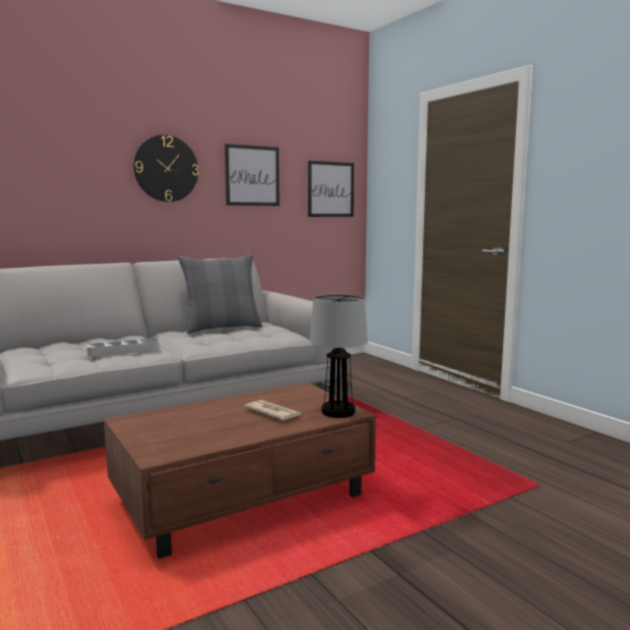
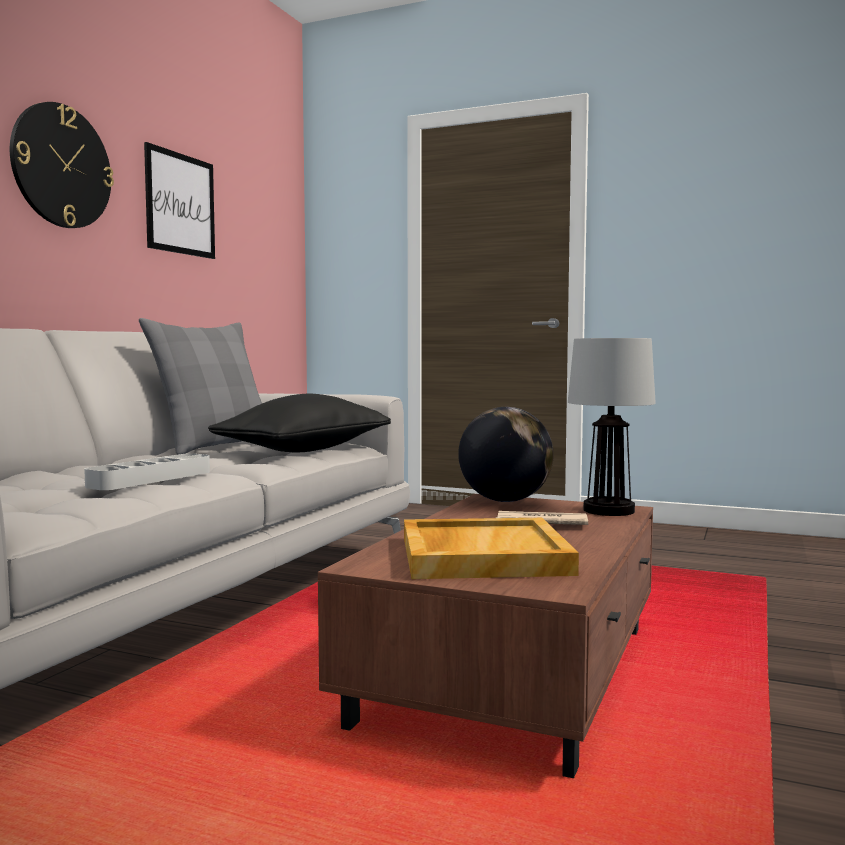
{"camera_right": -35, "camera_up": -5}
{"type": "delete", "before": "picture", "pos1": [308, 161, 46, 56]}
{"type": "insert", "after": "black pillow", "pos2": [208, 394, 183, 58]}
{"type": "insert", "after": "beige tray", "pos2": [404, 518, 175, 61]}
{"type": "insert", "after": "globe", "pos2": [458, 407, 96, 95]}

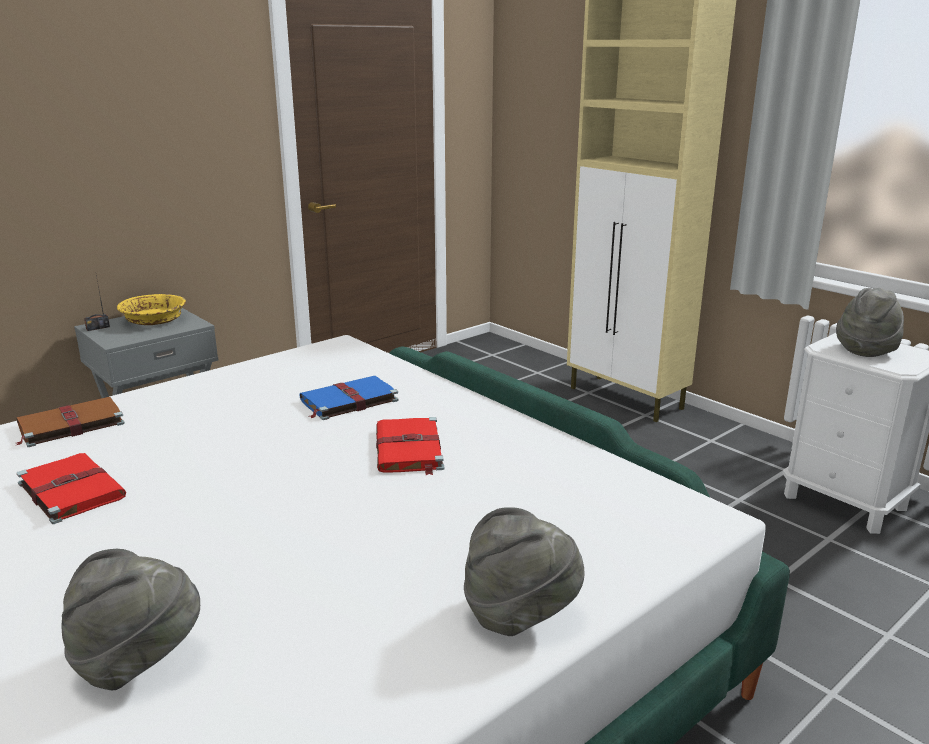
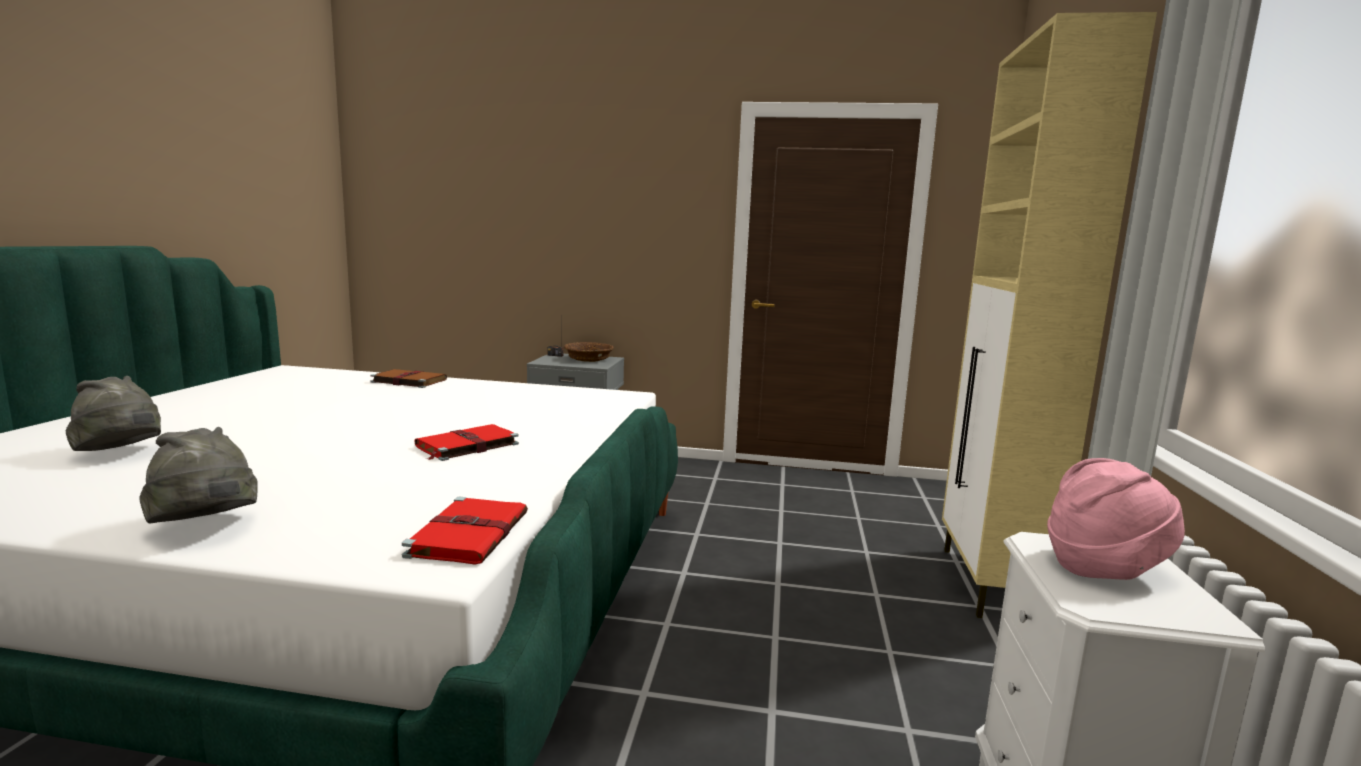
{"camera_right": 50, "camera_up": -10}
{"type": "delete", "before": "blue book", "pos1": [299, 376, 100, 44]}
{"type": "move", "before": "red book", "pos1": [17, 453, 109, 71], "pos2": [402, 496, 126, 69]}
{"type": "recolor", "before": "yellow bowl", "after": "brown bowl", "pos1": [117, 294, 69, 31], "pos2": [564, 342, 50, 20]}
{"type": "recolor", "before": "grey hat", "after": "pink hat", "pos1": [836, 288, 68, 69], "pos2": [1047, 458, 138, 122]}

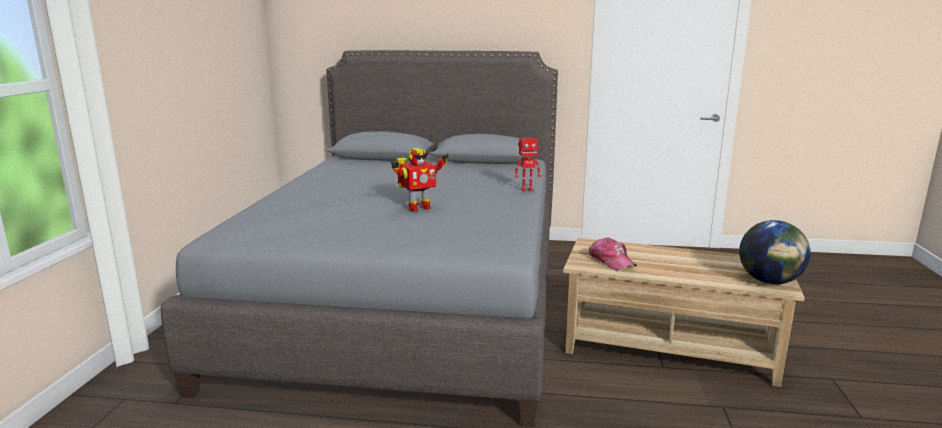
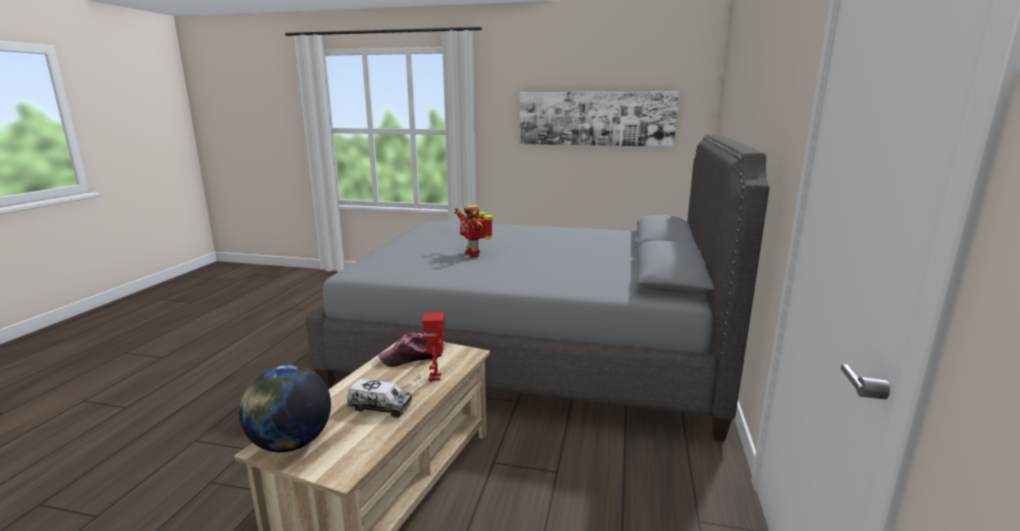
{"camera_right": 95, "camera_up": 0}
{"type": "insert", "after": "toy truck", "pos2": [347, 379, 65, 39]}
{"type": "insert", "after": "picture", "pos2": [520, 92, 159, 55]}
{"type": "move", "before": "toy robot", "pos1": [514, 138, 28, 54], "pos2": [422, 312, 23, 69]}

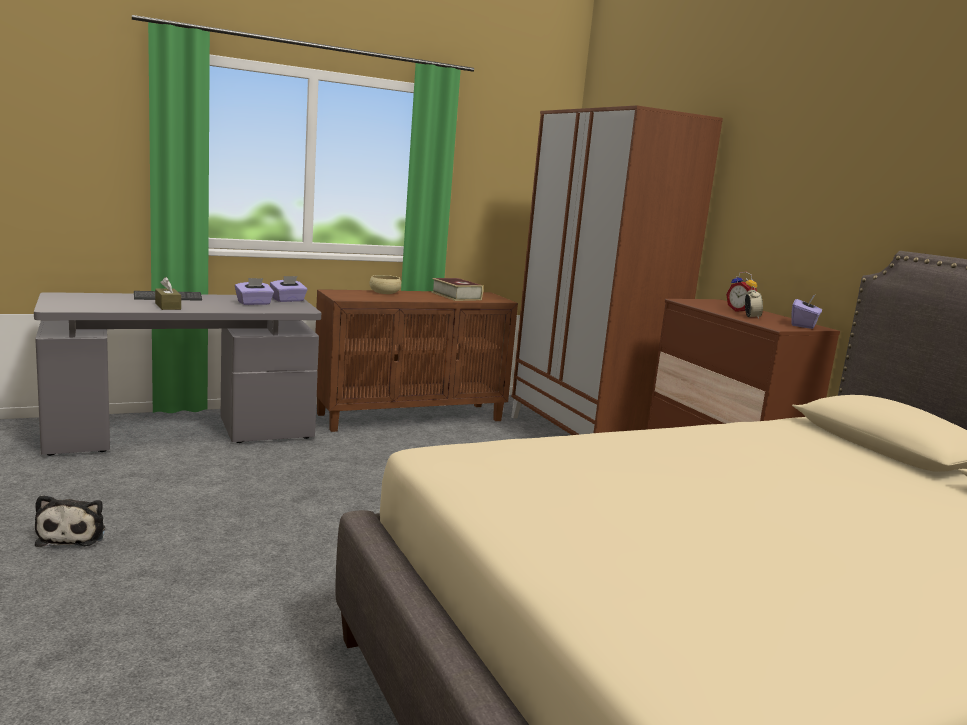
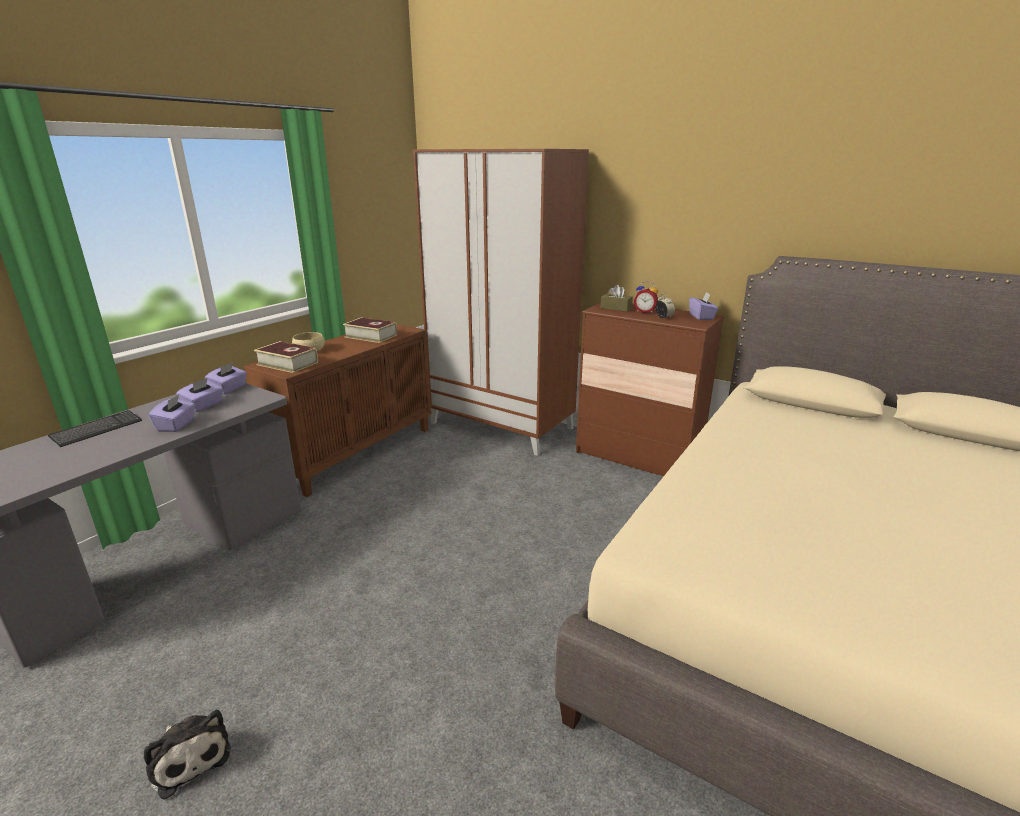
{"camera_right": -30, "camera_up": 10}
{"type": "insert", "after": "purple tissue box", "pos2": [149, 395, 46, 37]}
{"type": "insert", "after": "book", "pos2": [254, 341, 64, 32]}
{"type": "move", "before": "brown tissue box", "pos1": [155, 277, 26, 33], "pos2": [601, 285, 32, 27]}

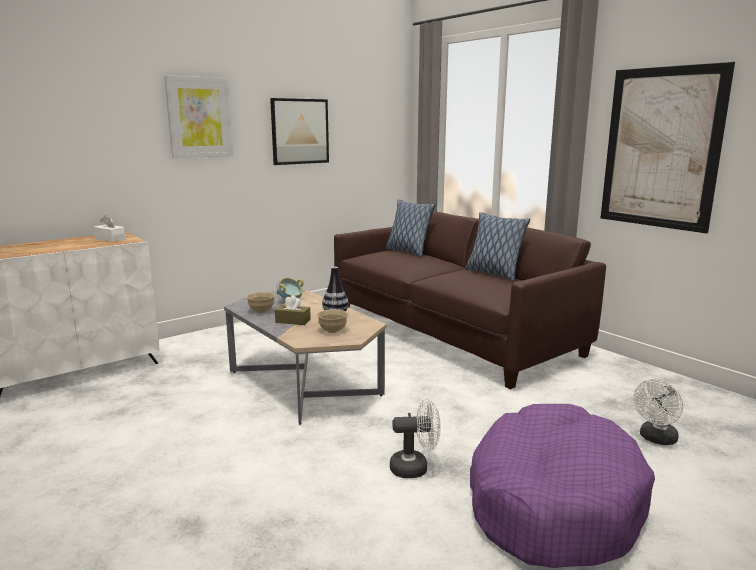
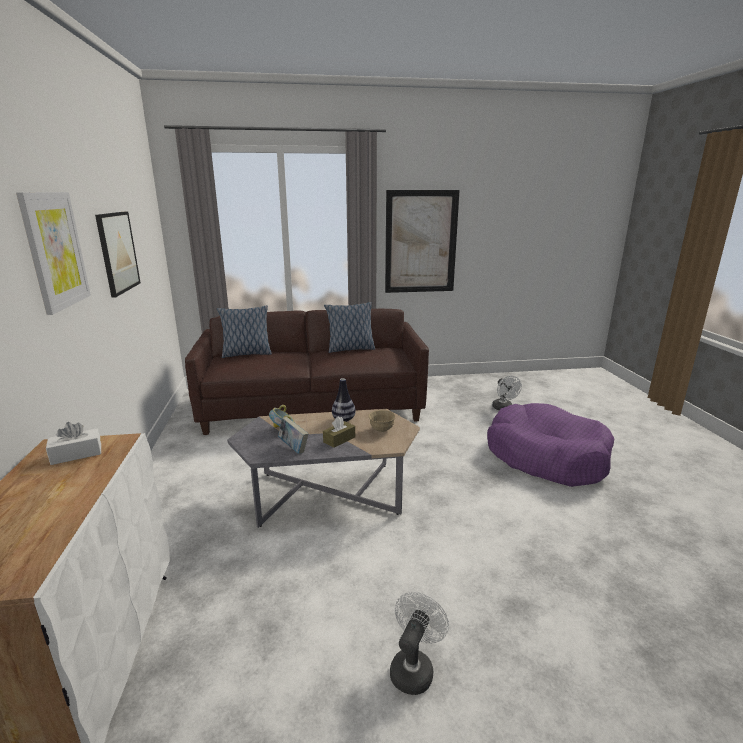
{"camera_right": -60, "camera_up": 5}
{"type": "move", "before": "white fan", "pos1": [390, 398, 51, 80], "pos2": [390, 592, 59, 103]}
{"type": "replace", "before": "beige bowl", "after": "book", "pos1": [246, 292, 29, 21], "pos2": [278, 417, 30, 37]}

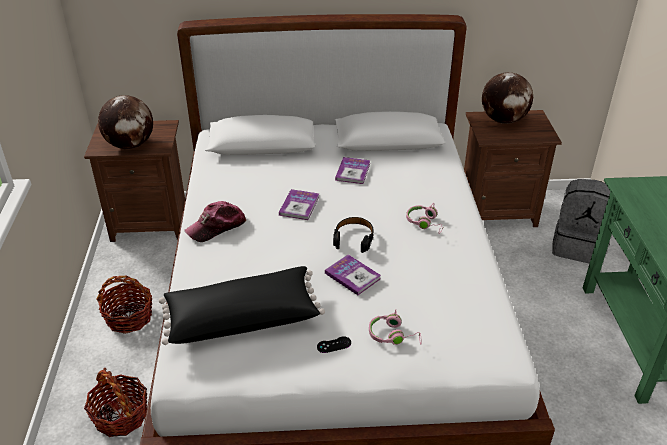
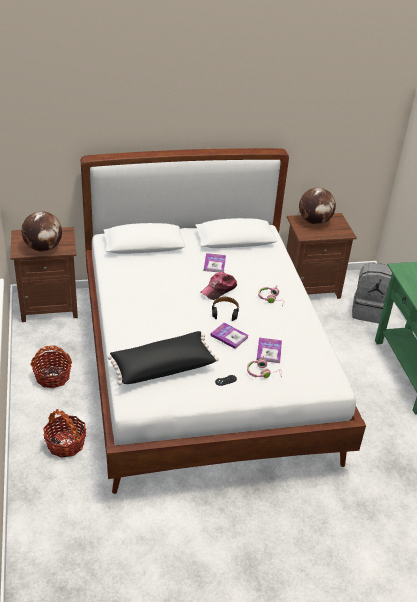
{"camera_right": -10, "camera_up": 0}
{"type": "move", "before": "cap", "pos1": [184, 201, 62, 41], "pos2": [200, 272, 37, 28]}
{"type": "move", "before": "book", "pos1": [279, 189, 40, 31], "pos2": [257, 338, 25, 25]}

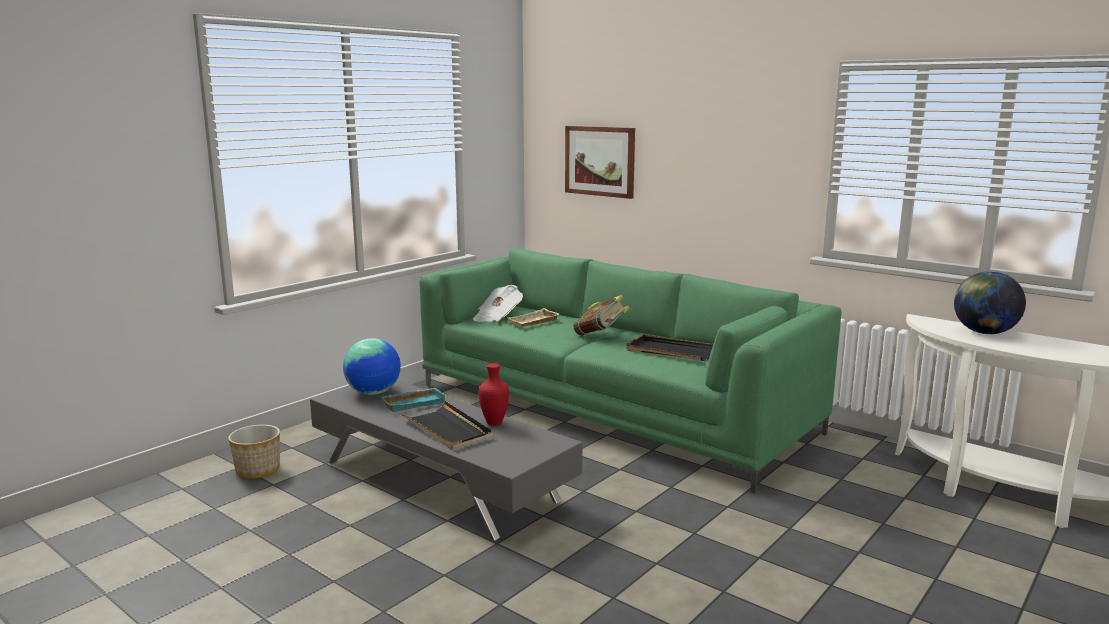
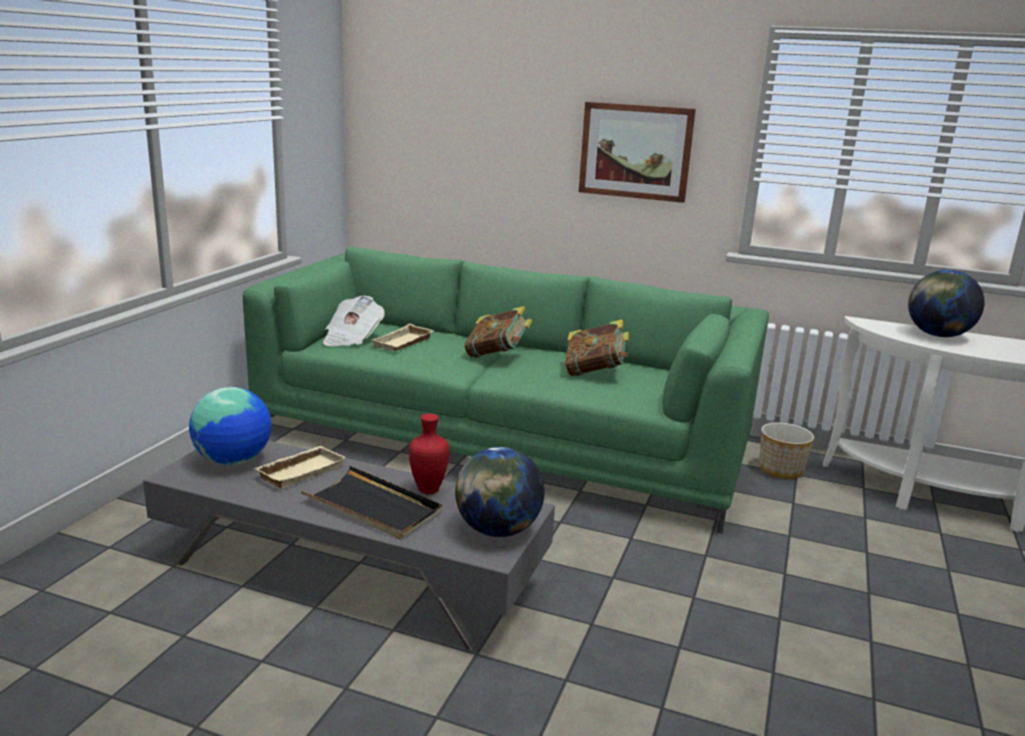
{"camera_right": -20, "camera_up": 5}
{"type": "insert", "after": "globe", "pos2": [455, 447, 90, 90]}
{"type": "move", "before": "planter", "pos1": [228, 425, 52, 54], "pos2": [759, 422, 55, 57]}
{"type": "move", "before": "picture", "pos1": [565, 126, 70, 73], "pos2": [579, 102, 117, 101]}
{"type": "replace", "before": "black tray", "after": "book", "pos1": [626, 335, 87, 26], "pos2": [565, 319, 64, 57]}
{"type": "recolor", "before": "turquoise tray", "after": "beige tray", "pos1": [380, 388, 66, 24], "pos2": [255, 446, 91, 43]}

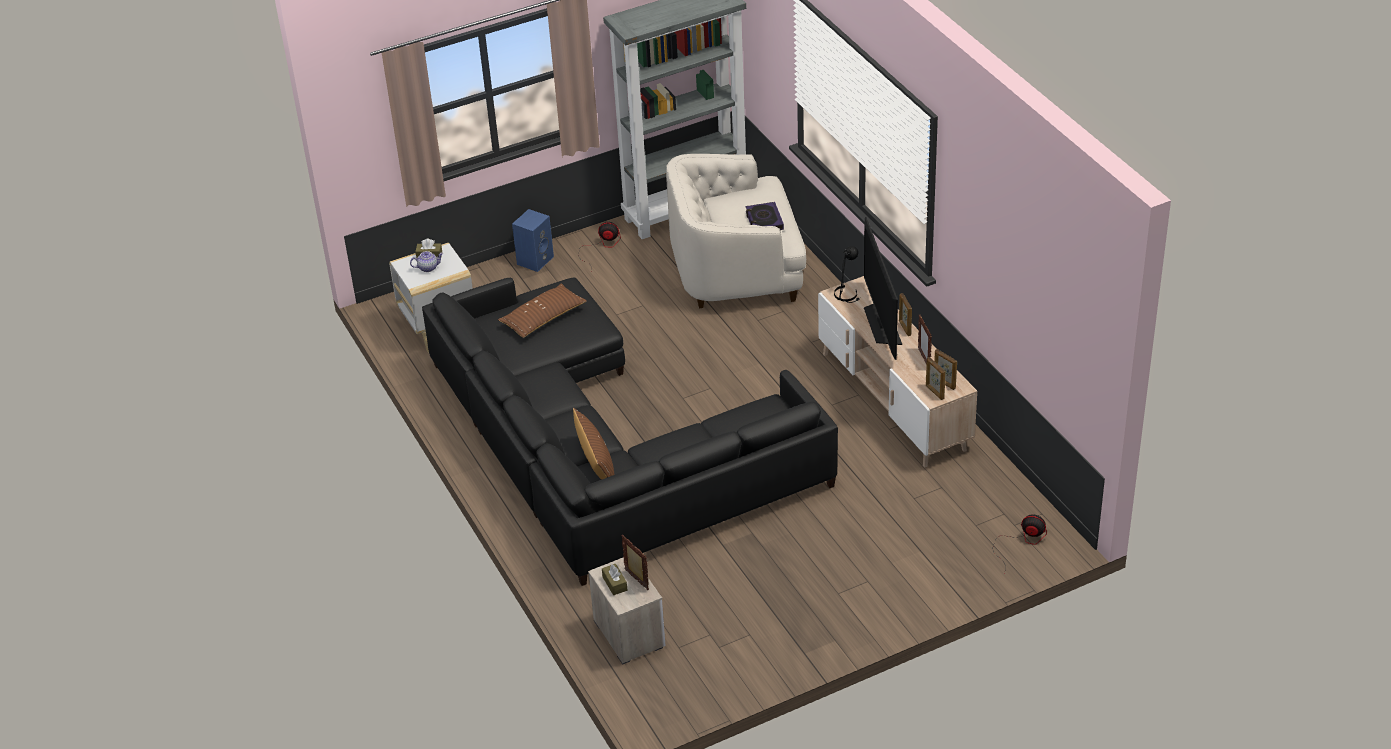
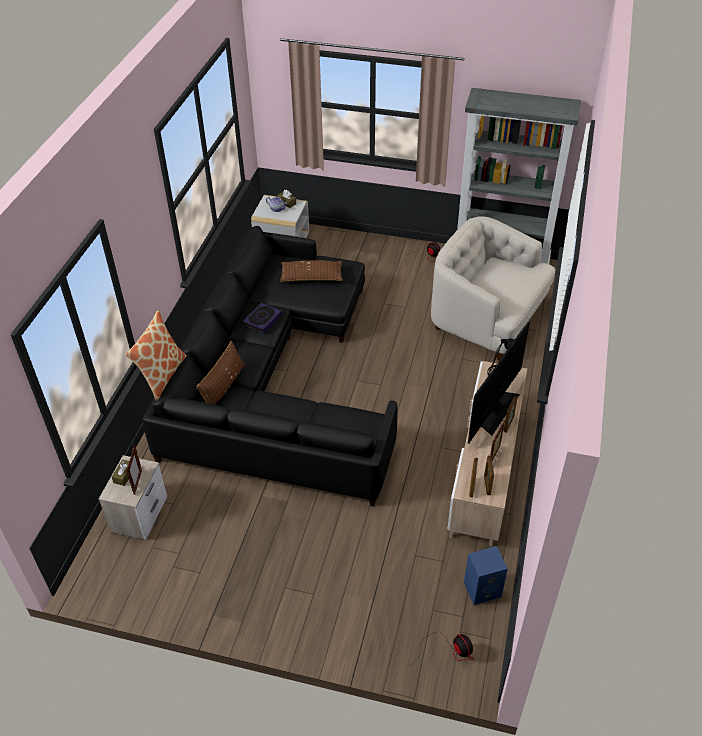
{"camera_right": 40, "camera_up": 5}
{"type": "insert", "after": "pillow", "pos2": [126, 310, 61, 91]}
{"type": "move", "before": "blue speaker", "pos1": [512, 209, 42, 63], "pos2": [464, 546, 44, 59]}
{"type": "move", "before": "book", "pos1": [746, 202, 38, 28], "pos2": [243, 303, 39, 30]}

